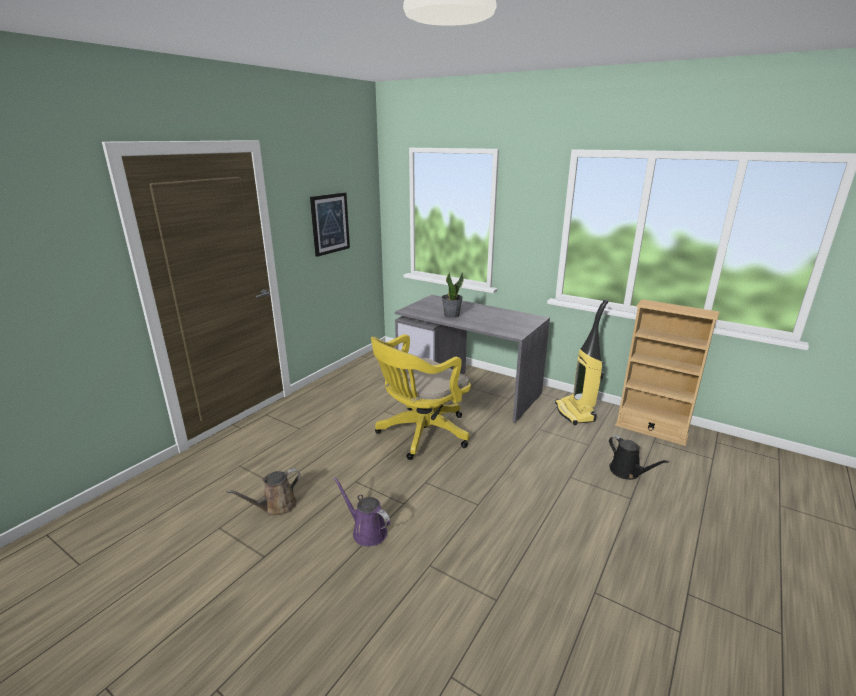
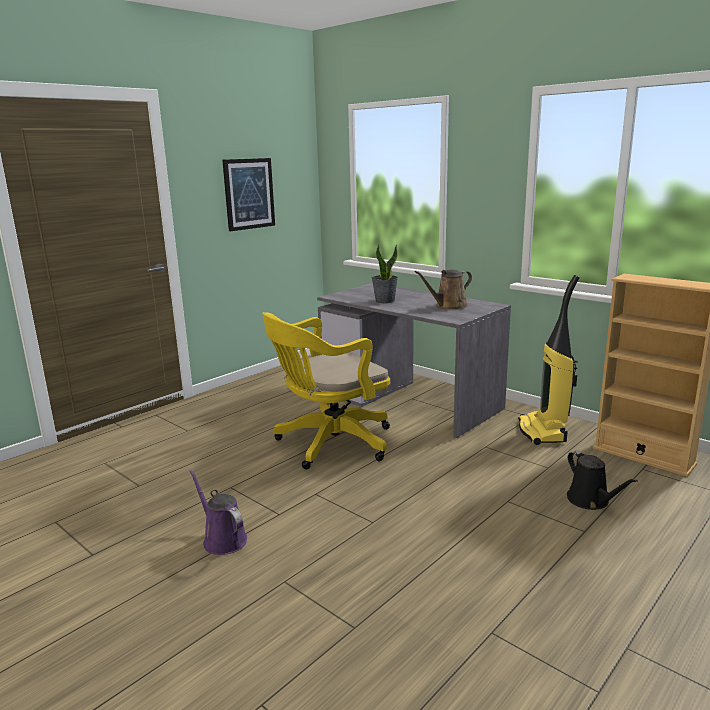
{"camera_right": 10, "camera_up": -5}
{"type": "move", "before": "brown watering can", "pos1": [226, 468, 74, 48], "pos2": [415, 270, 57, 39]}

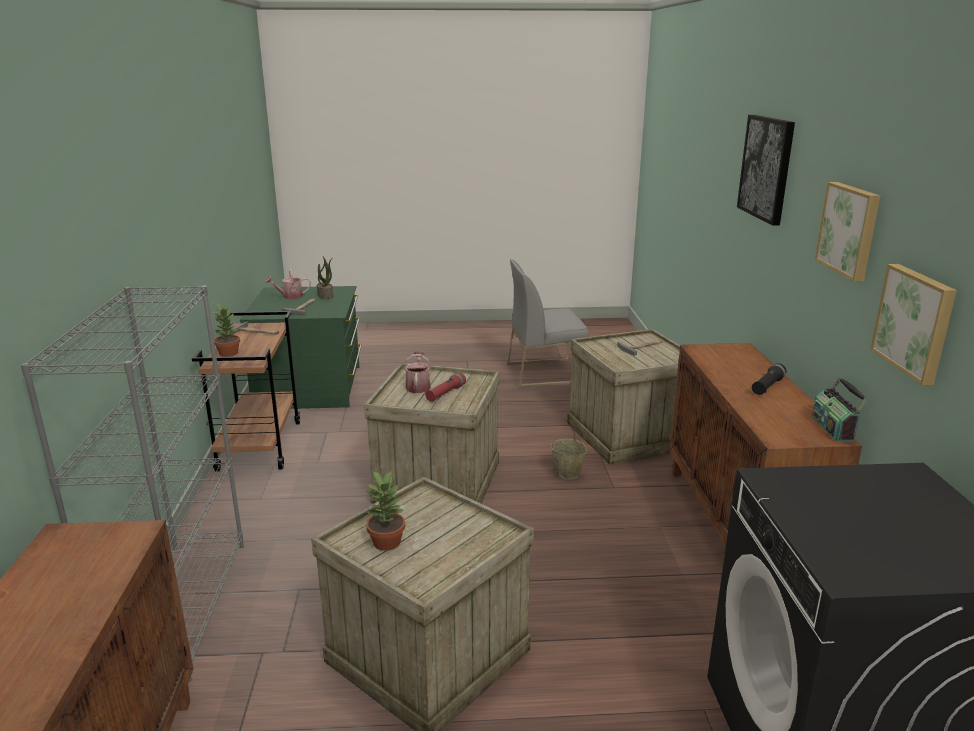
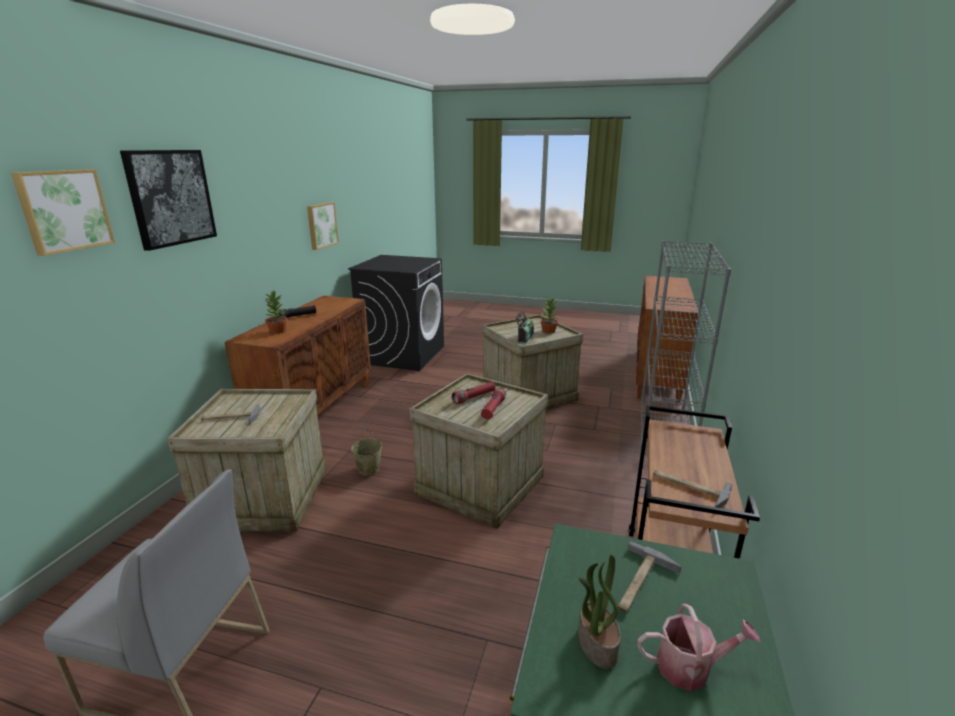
{"camera_right": -160, "camera_up": 0}
{"type": "move", "before": "potted plant", "pos1": [212, 303, 28, 54], "pos2": [264, 290, 24, 44]}
{"type": "move", "before": "radio", "pos1": [812, 377, 55, 65], "pos2": [516, 310, 18, 33]}
{"type": "move", "before": "picture", "pos1": [815, 182, 65, 99], "pos2": [11, 169, 104, 87]}
{"type": "replace", "before": "watering can", "after": "red flashlight", "pos1": [404, 351, 27, 42], "pos2": [481, 388, 25, 31]}

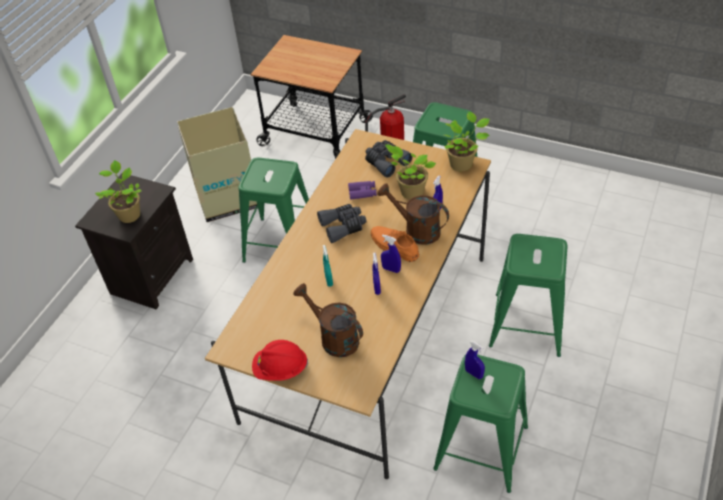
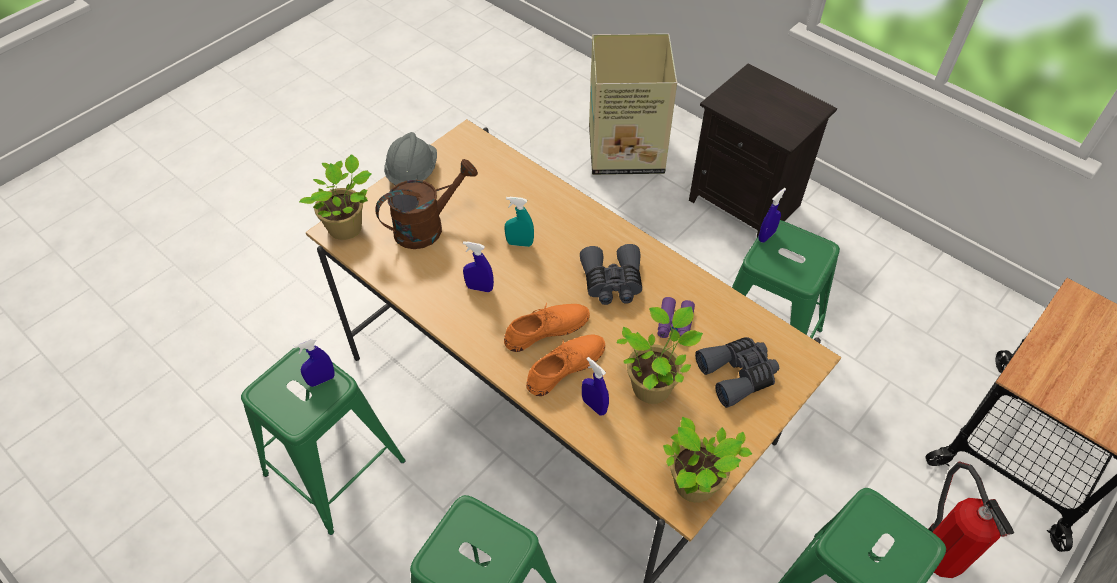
{"camera_right": 105, "camera_up": 5}
{"type": "move", "before": "potted plant", "pos1": [95, 160, 47, 63], "pos2": [299, 154, 72, 86]}
{"type": "move", "before": "cardboard box", "pos1": [177, 107, 80, 115], "pos2": [589, 33, 88, 142]}
{"type": "move", "before": "blue spray bottle", "pos1": [381, 235, 20, 38], "pos2": [758, 188, 28, 55]}
{"type": "replace", "before": "brown watering can", "after": "orange shoe", "pos1": [377, 184, 72, 61], "pos2": [526, 334, 79, 62]}
{"type": "recolor", "before": "red hard hat", "after": "grey hard hat", "pos1": [252, 340, 56, 41], "pos2": [384, 132, 53, 54]}

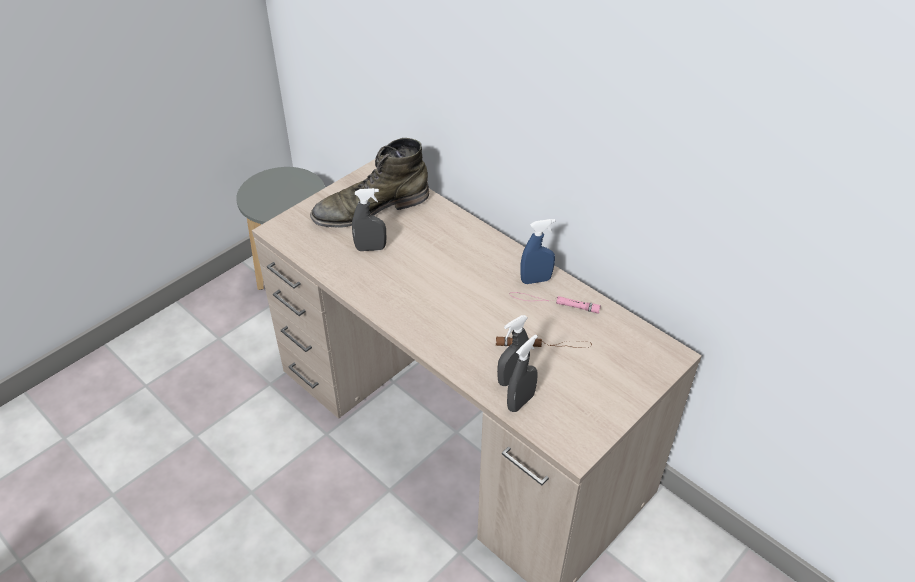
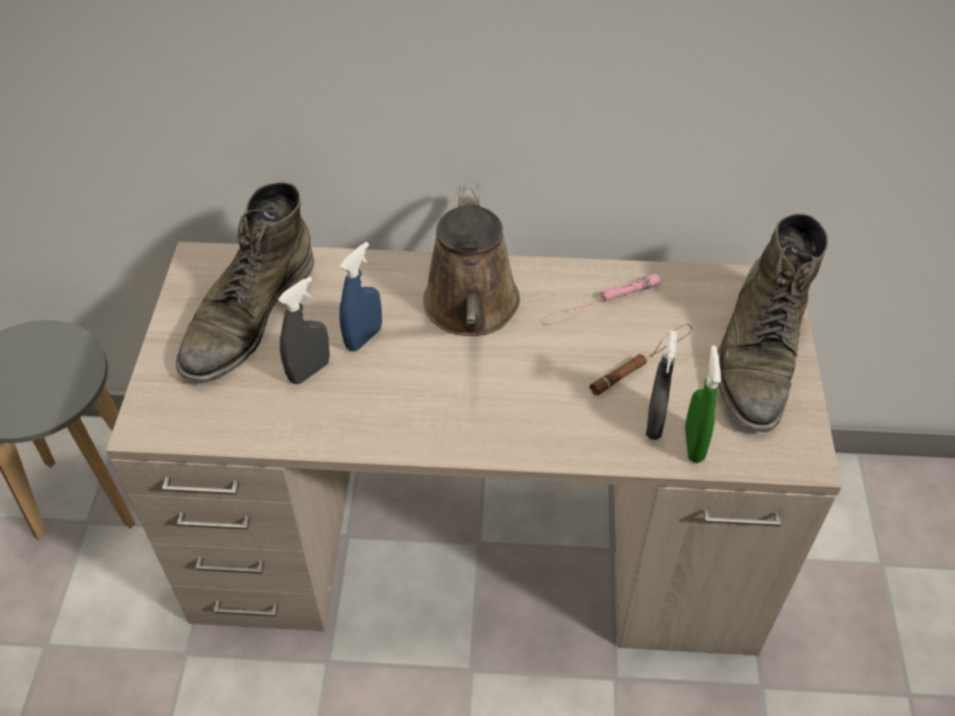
{"camera_right": -40, "camera_up": 5}
{"type": "insert", "after": "brown watering can", "pos2": [423, 184, 97, 152]}
{"type": "insert", "after": "green boot", "pos2": [717, 213, 111, 219]}
{"type": "move", "before": "blue spray bottle", "pos1": [520, 219, 35, 65], "pos2": [339, 242, 43, 109]}
{"type": "recolor", "before": "grey spray bottle", "after": "green spray bottle", "pos1": [507, 335, 31, 77], "pos2": [685, 345, 36, 118]}

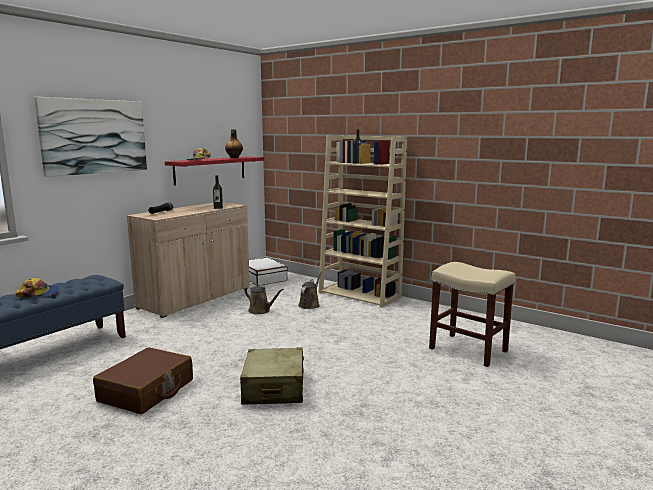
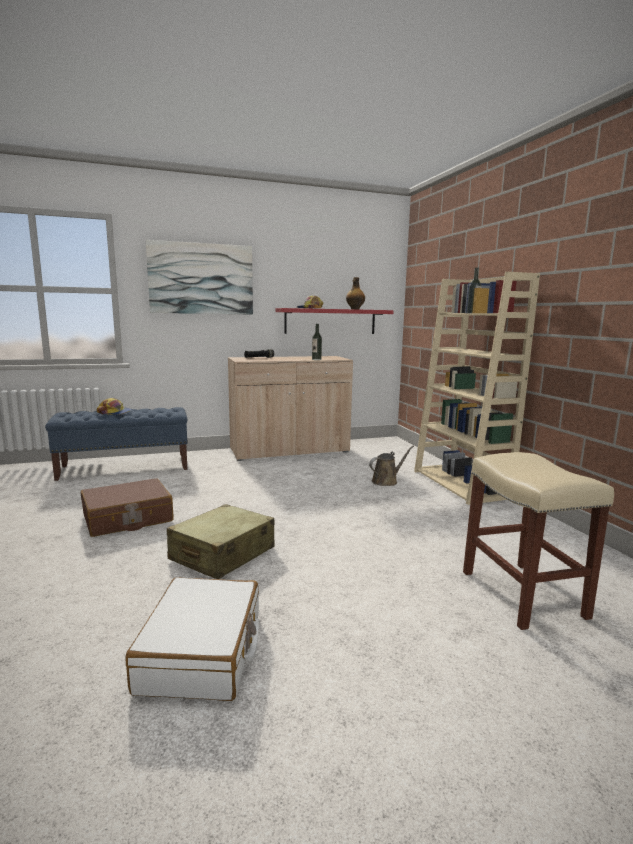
{"camera_right": 35, "camera_up": 0}
{"type": "delete", "before": "brown watering can", "pos1": [244, 286, 40, 29]}
{"type": "move", "before": "white suitcase", "pos1": [249, 257, 39, 29], "pos2": [126, 577, 133, 124]}

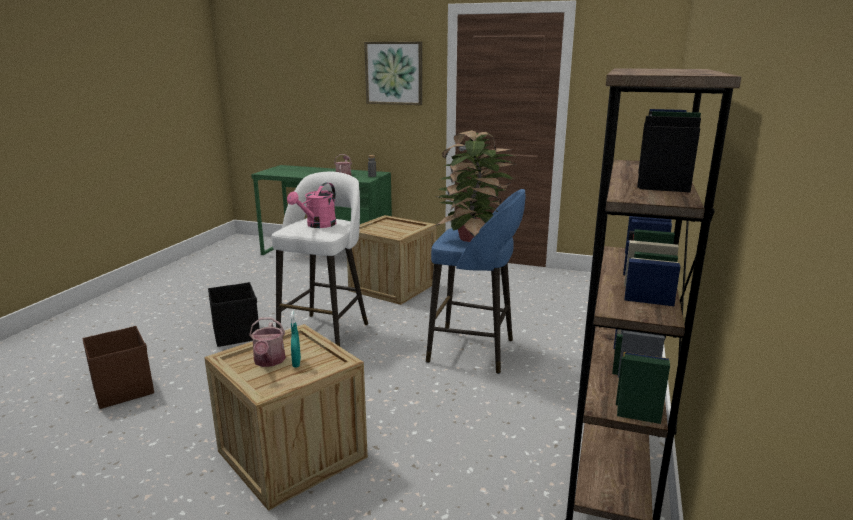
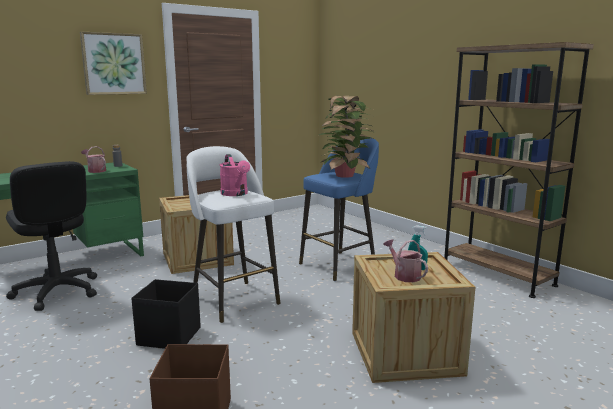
{"camera_right": -55, "camera_up": -5}
{"type": "insert", "after": "black office chair", "pos2": [6, 161, 91, 150]}
{"type": "rotate", "before": "watering can", "pos1": [249, 317, 37, 50], "pos2": [383, 240, 45, 42], "turn": -150}

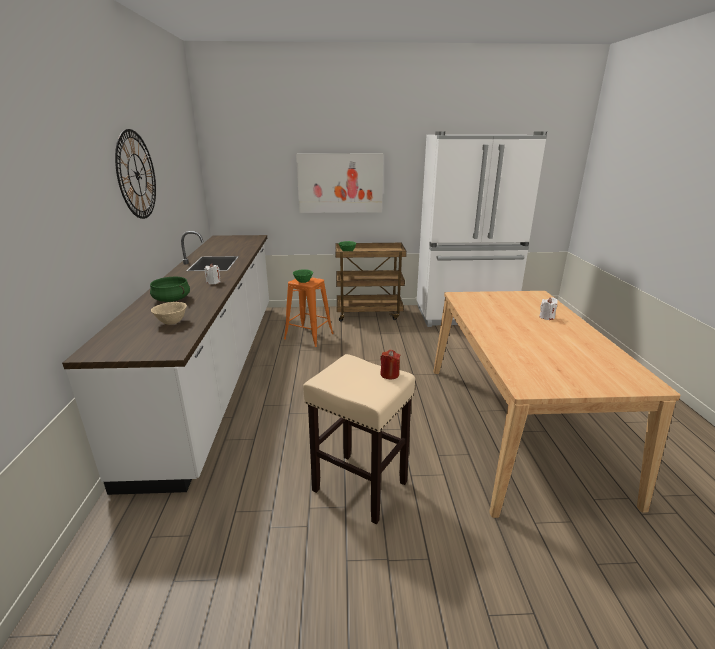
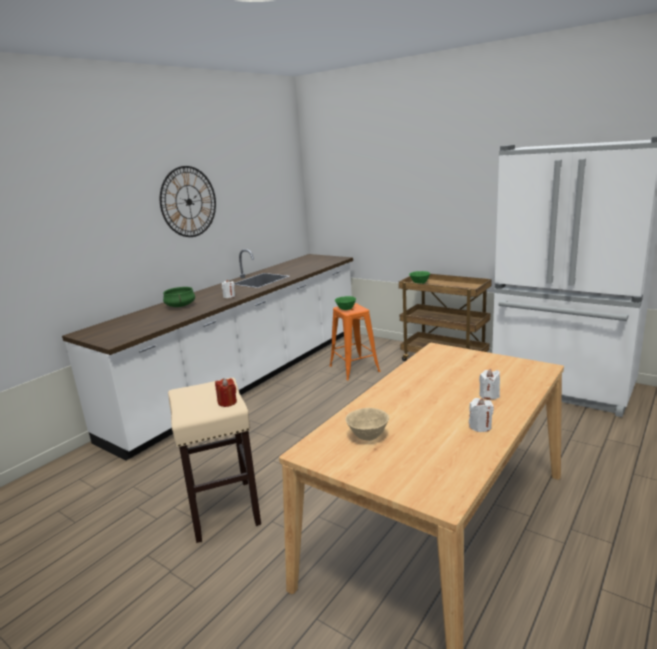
{"camera_right": 40, "camera_up": -5}
{"type": "delete", "before": "picture", "pos1": [296, 153, 87, 60]}
{"type": "insert", "after": "white candle", "pos2": [469, 398, 25, 34]}
{"type": "move", "before": "beige bowl", "pos1": [151, 302, 36, 22], "pos2": [345, 408, 44, 33]}

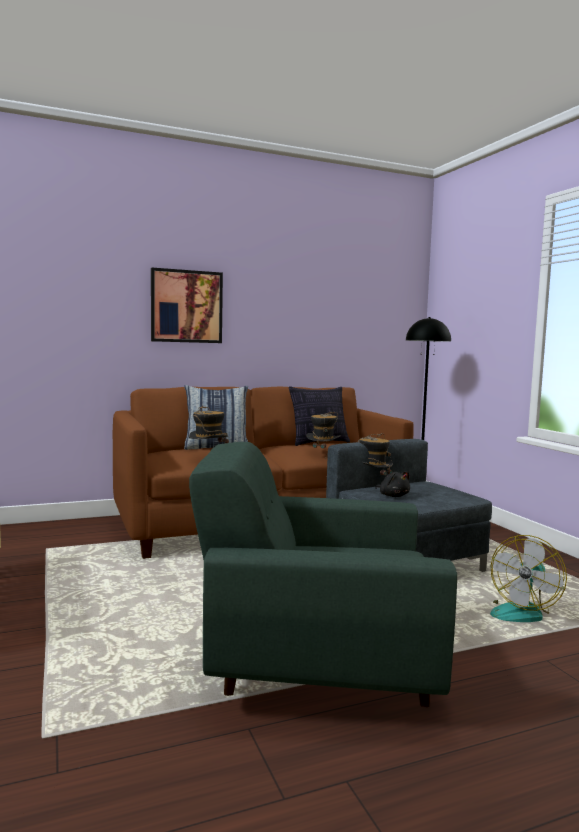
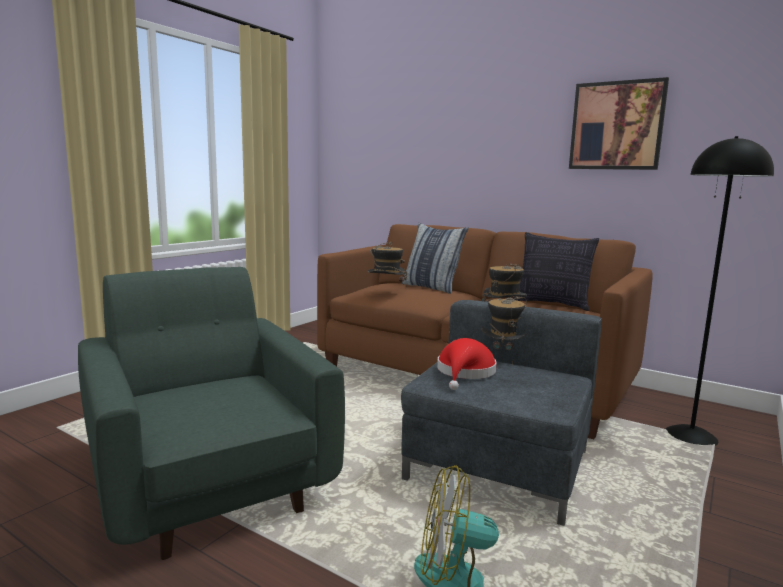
{"camera_right": 55, "camera_up": 5}
{"type": "move", "before": "picture", "pos1": [151, 268, 72, 75], "pos2": [569, 77, 100, 93]}
{"type": "replace", "before": "black plush toy", "after": "red hat", "pos1": [375, 471, 35, 26], "pos2": [437, 338, 60, 52]}

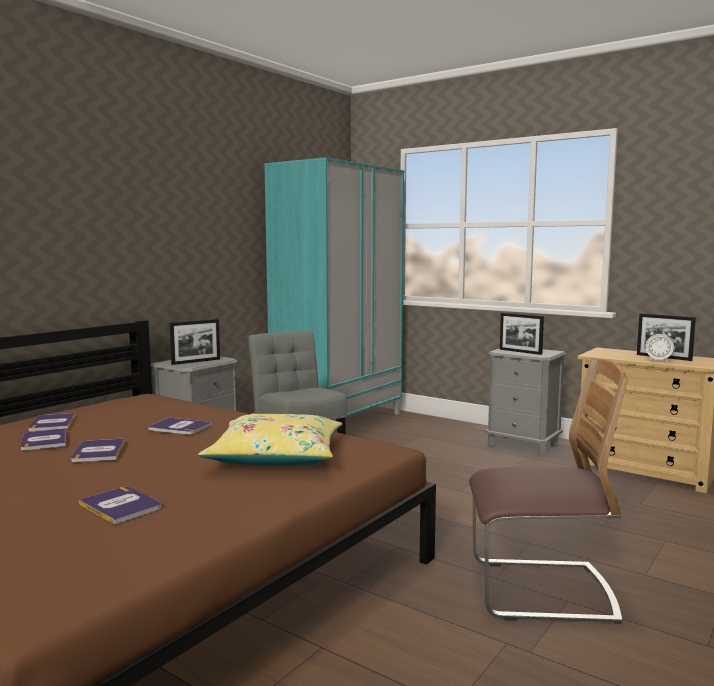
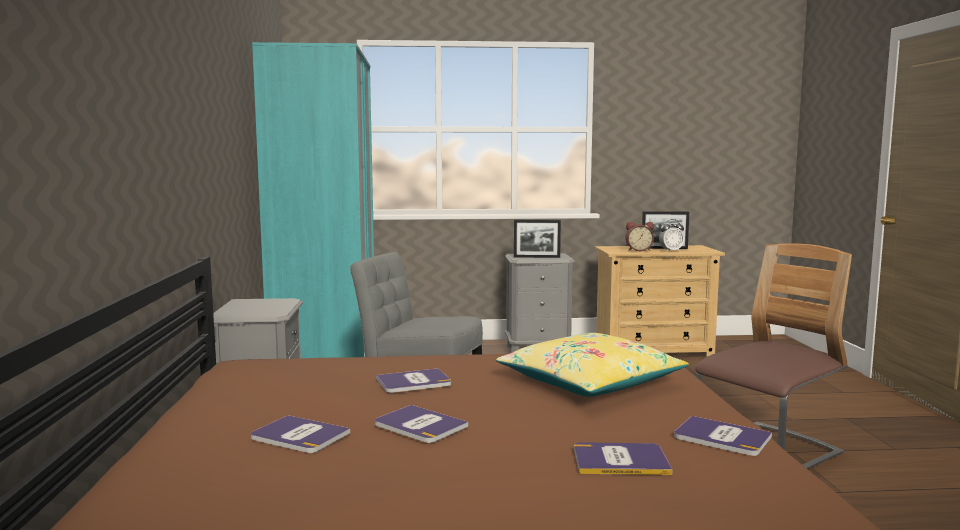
{"camera_right": -40, "camera_up": 0}
{"type": "delete", "before": "picture frame", "pos1": [170, 319, 50, 46]}
{"type": "insert", "after": "alarm clock", "pos2": [625, 222, 29, 29]}
{"type": "move", "before": "book", "pos1": [28, 413, 48, 18], "pos2": [674, 416, 98, 40]}

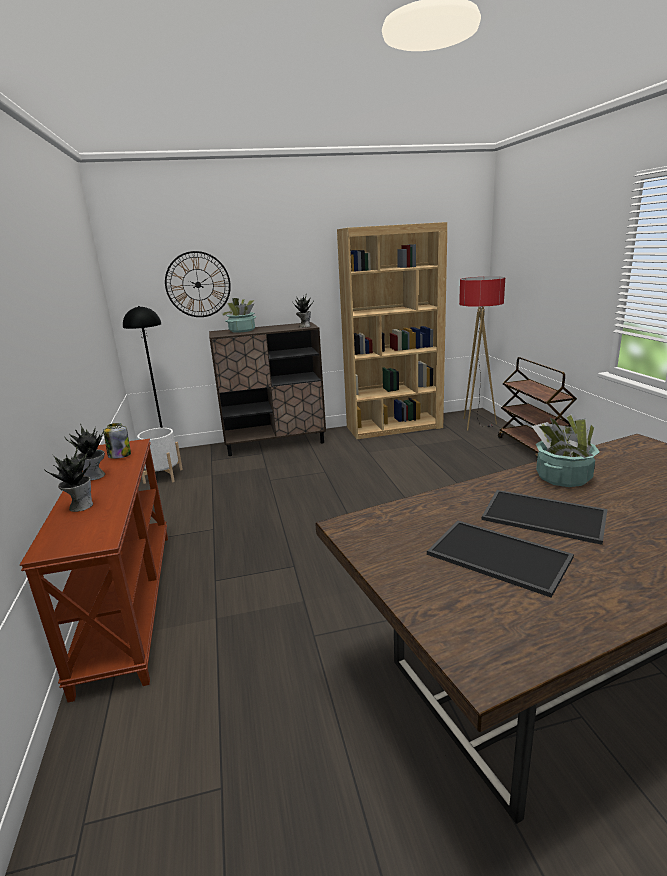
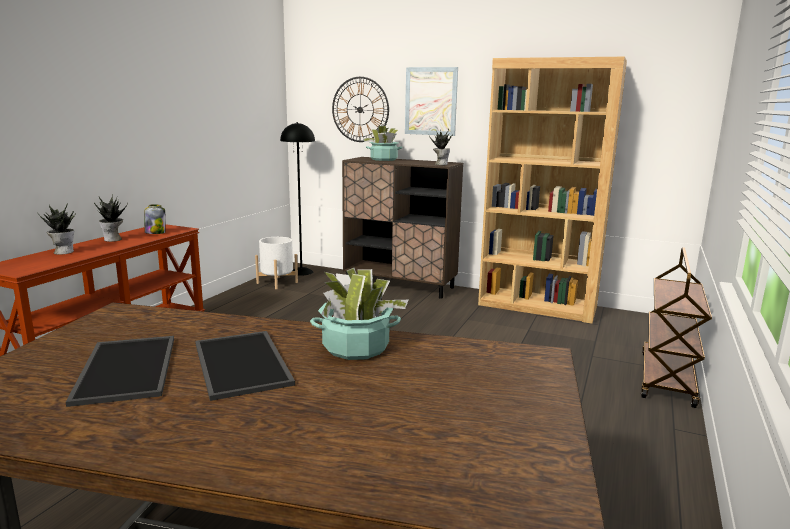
{"camera_right": 35, "camera_up": -5}
{"type": "delete", "before": "floor lamp", "pos1": [459, 276, 46, 155]}
{"type": "insert", "after": "picture", "pos2": [405, 67, 53, 69]}

